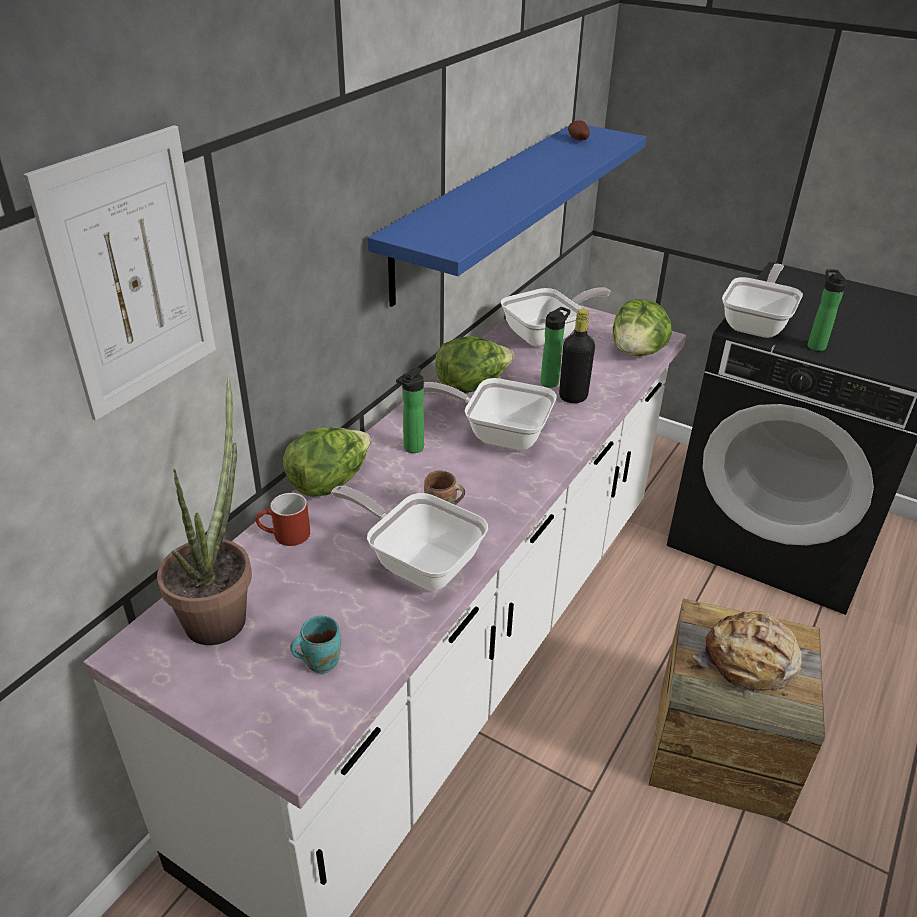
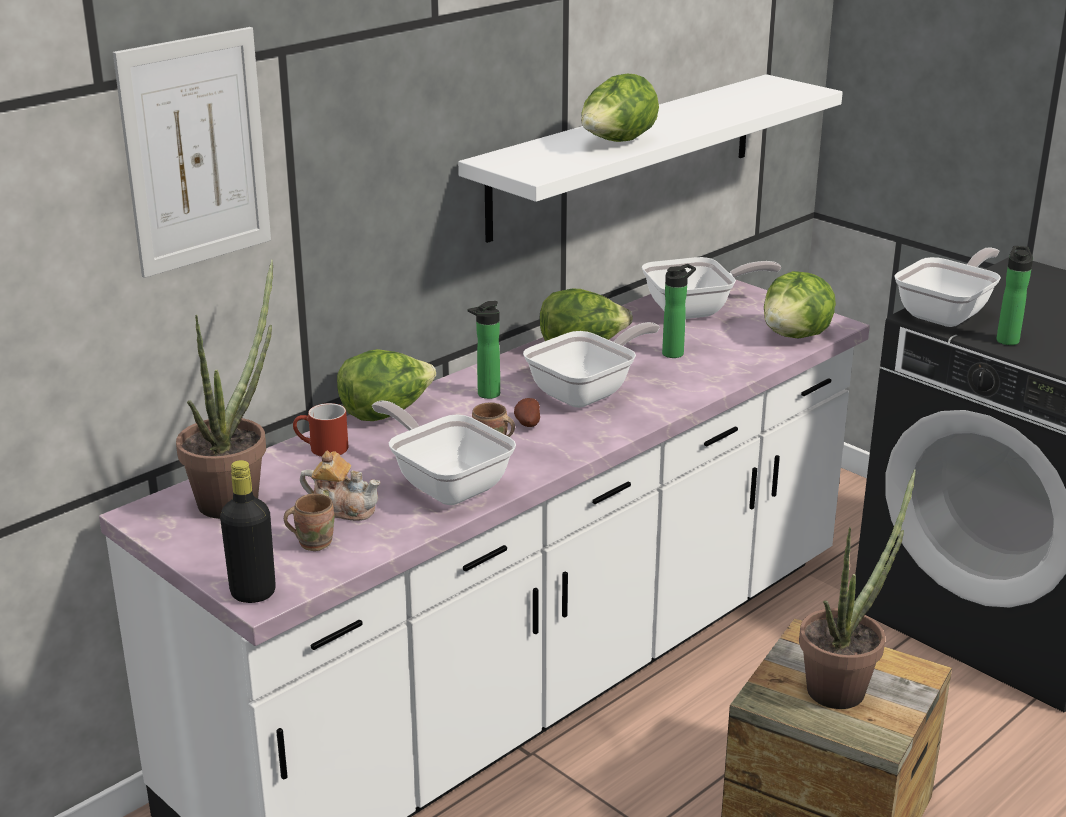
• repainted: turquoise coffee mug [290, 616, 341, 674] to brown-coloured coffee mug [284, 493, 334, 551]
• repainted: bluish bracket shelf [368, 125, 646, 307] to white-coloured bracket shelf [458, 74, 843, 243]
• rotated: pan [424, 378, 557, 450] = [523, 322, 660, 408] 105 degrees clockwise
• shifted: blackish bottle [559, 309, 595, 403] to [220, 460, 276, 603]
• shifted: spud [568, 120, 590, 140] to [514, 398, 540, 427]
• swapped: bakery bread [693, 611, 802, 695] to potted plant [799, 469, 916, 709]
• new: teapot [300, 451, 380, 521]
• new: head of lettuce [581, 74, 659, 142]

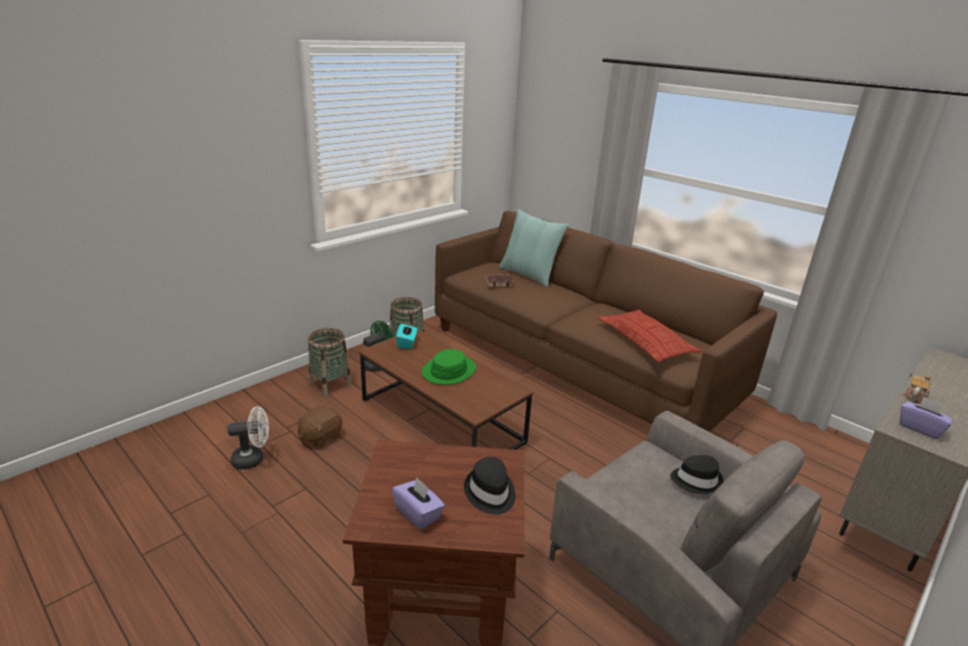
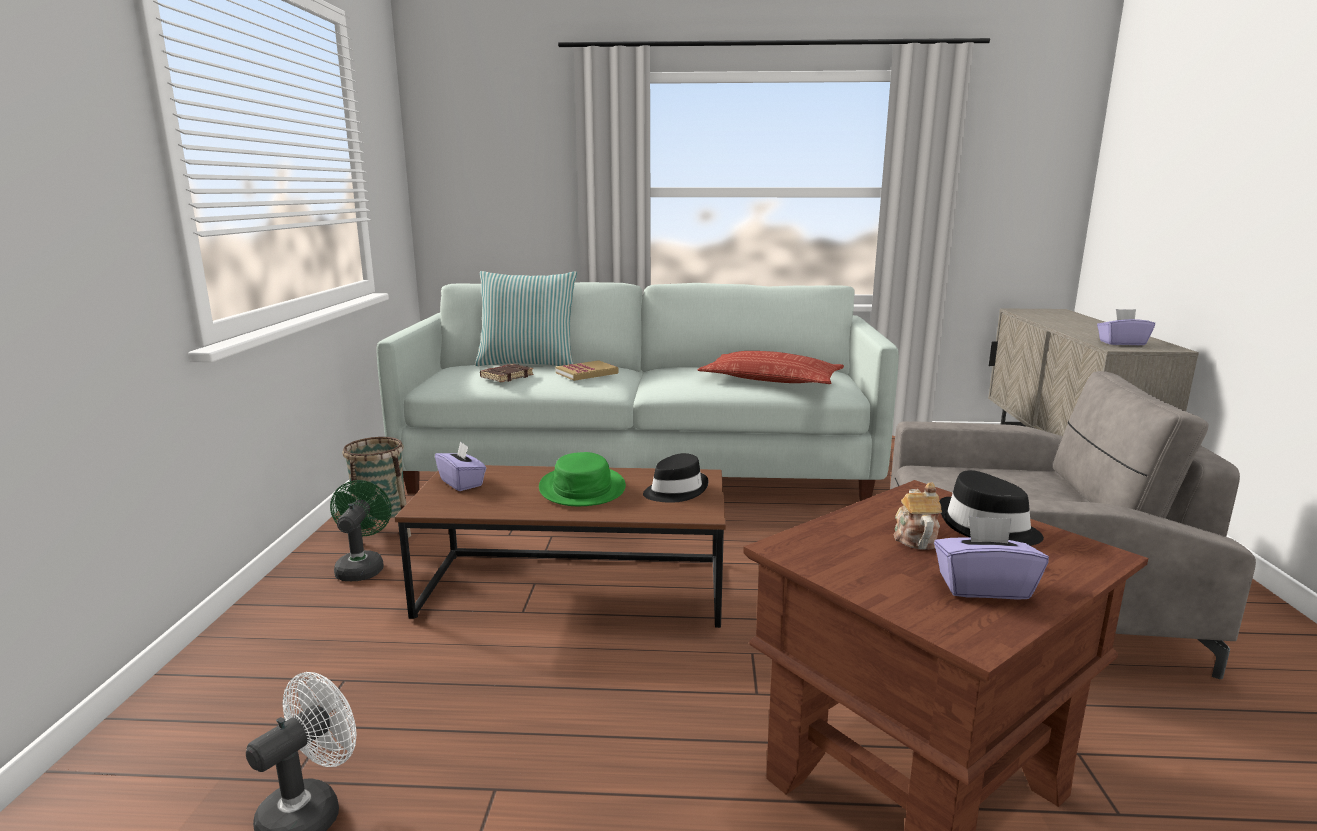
• gone: brown-coloured cuddly toy [297, 406, 343, 448]
• gone: household basket [308, 328, 352, 396]
• repainted: turquoise tissue holder [396, 324, 417, 349] to purplish tissue holder [435, 441, 486, 491]
• repainted: brown-coloured sofa [435, 211, 777, 432] to white-coloured sofa [376, 282, 899, 501]
• shifted: blackish clothing hat [670, 455, 723, 494] to [643, 453, 709, 503]
• shifted: teapot [903, 375, 931, 404] to [894, 482, 942, 550]
• new: volume [555, 360, 619, 381]

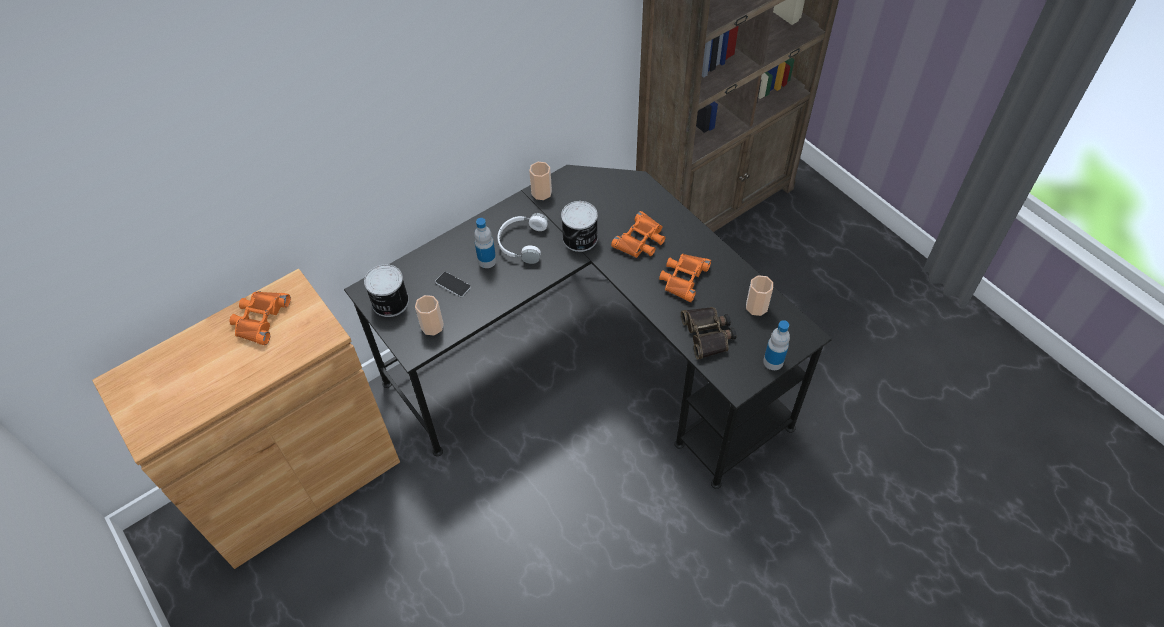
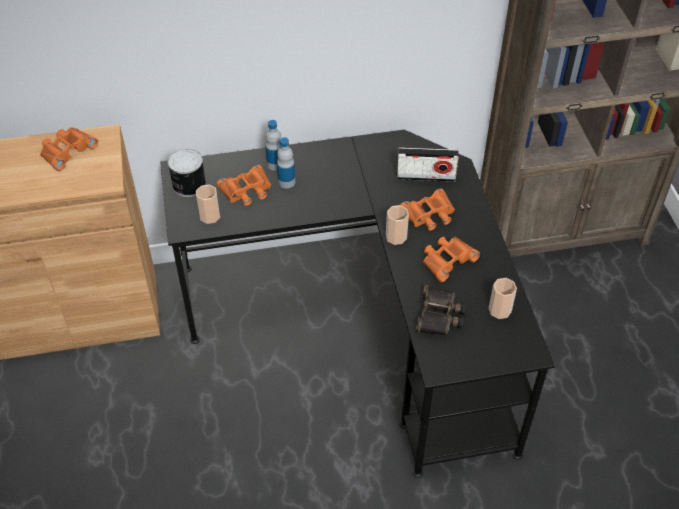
• swapped: handset [435, 272, 471, 297] to orange pair of binoculars [216, 165, 271, 206]
• gone: white-coloured headphones [497, 213, 548, 264]
• shifted: drinking cup [529, 162, 552, 200] to [386, 205, 409, 245]
• gone: can [561, 201, 598, 252]
• shifted: bottle [763, 320, 790, 370] to [265, 120, 281, 171]
• new: radio set [397, 147, 459, 182]

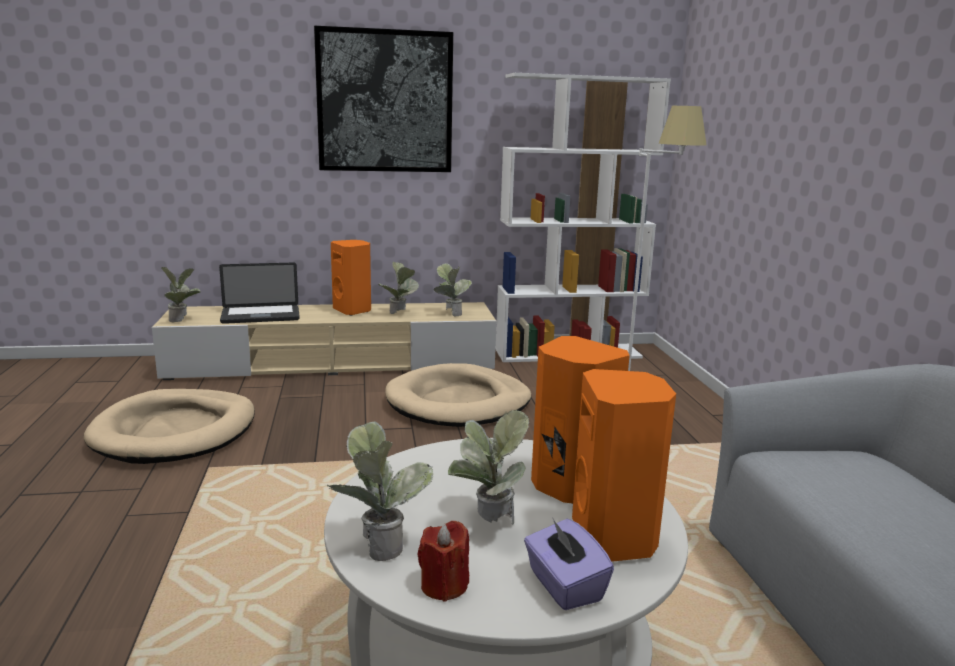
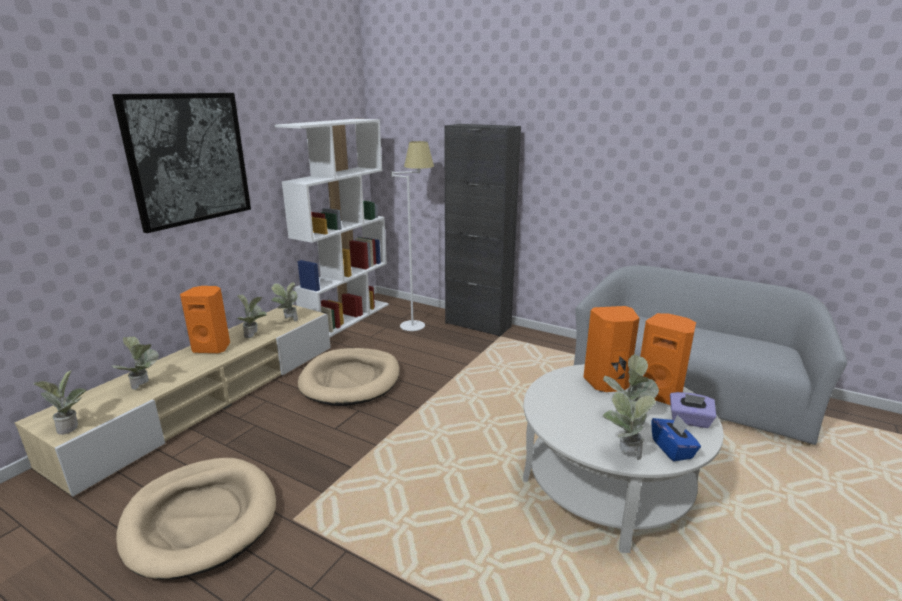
• swapped: laptop [219, 263, 300, 324] to potted plant [112, 336, 159, 390]
• swapped: reddish wax candle [418, 521, 469, 602] to bluish tissue holder [651, 414, 701, 461]
• new: blackish storage cabinet [444, 124, 521, 337]

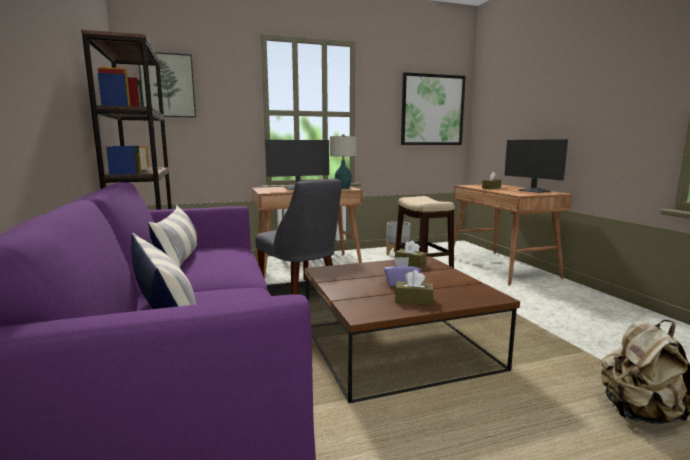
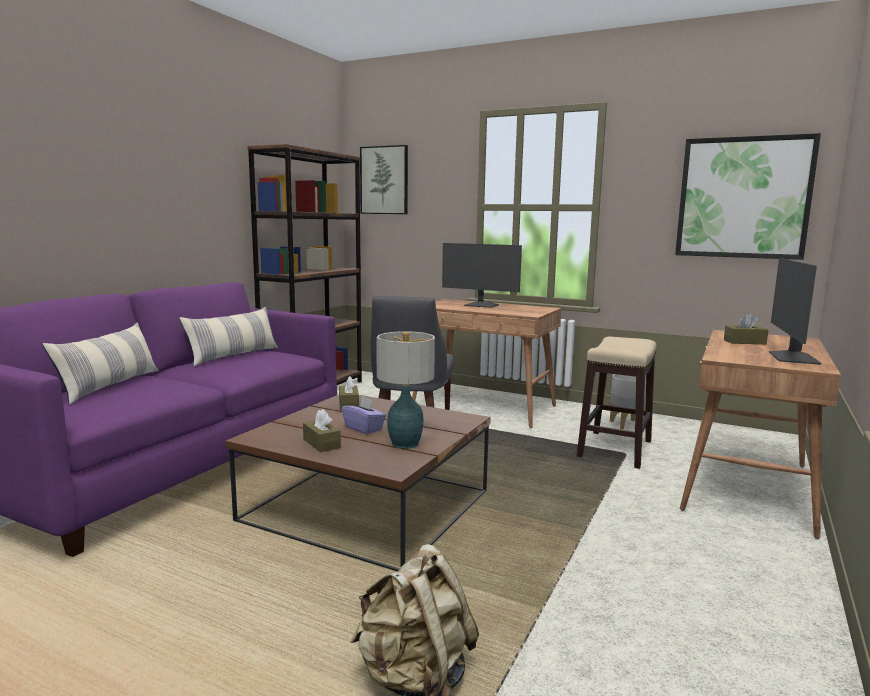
• shifted: lamp for a table [330, 134, 357, 189] to [377, 331, 435, 449]
• shifted: brown-coloured tissue holder [395, 240, 427, 268] to [339, 376, 359, 410]

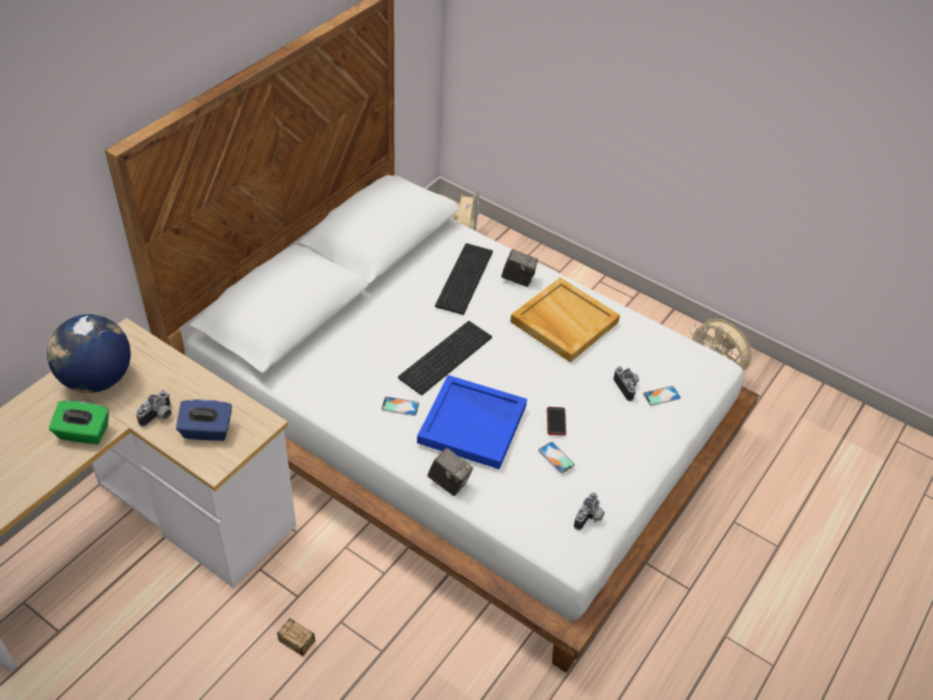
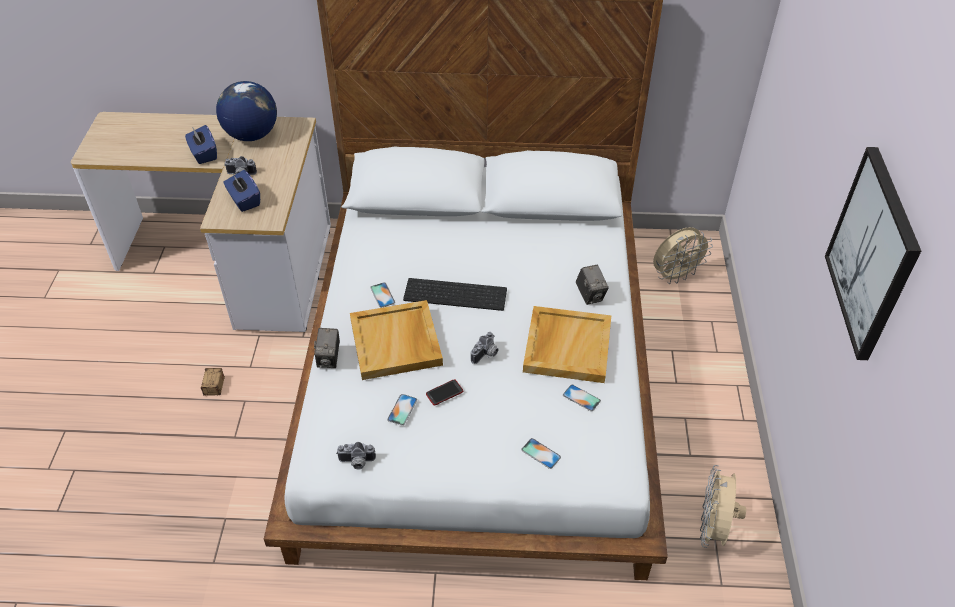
• repainted: greenish tissue holder [49, 401, 109, 444] to bluish tissue holder [185, 125, 217, 164]
• repainted: bluish tray [417, 375, 527, 470] to beige-coloured tray [350, 300, 443, 380]
• gone: keyboard [435, 243, 493, 315]
• shifted: still camera [614, 366, 639, 401] to [471, 332, 498, 364]
• new: handset [563, 385, 601, 411]
• new: wall art [825, 147, 921, 360]

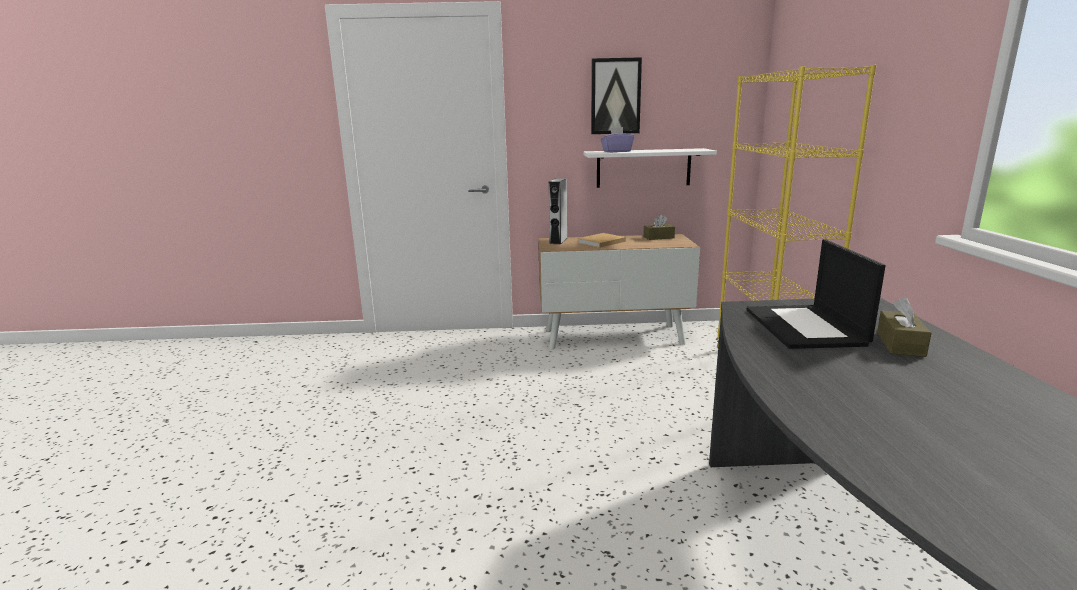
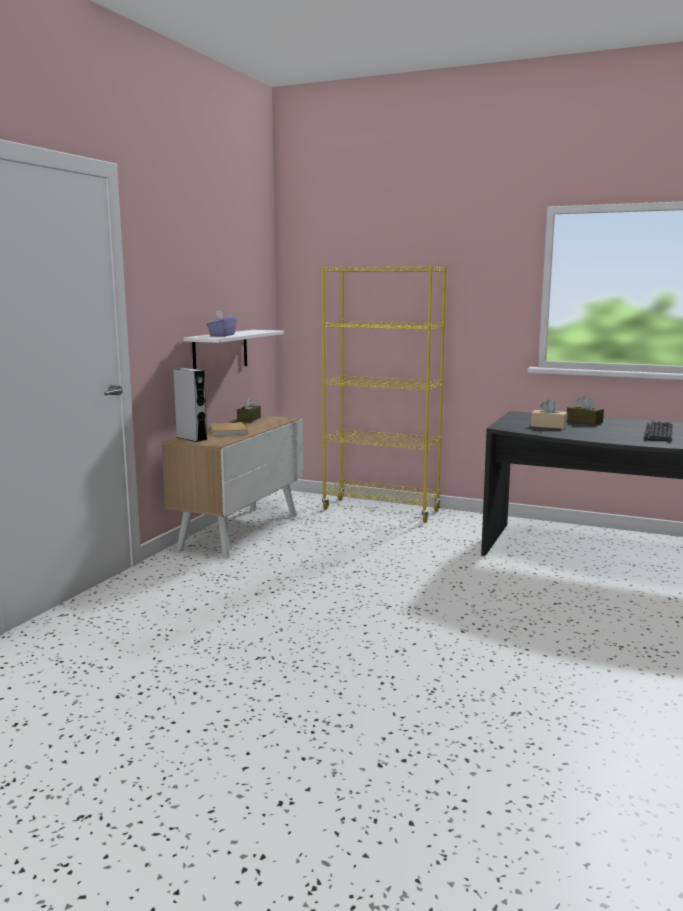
• gone: wall art [591, 57, 642, 134]
• swapped: laptop [747, 239, 886, 349] to beige-coloured tissue holder [531, 399, 567, 429]
• new: keyboard [643, 421, 673, 441]

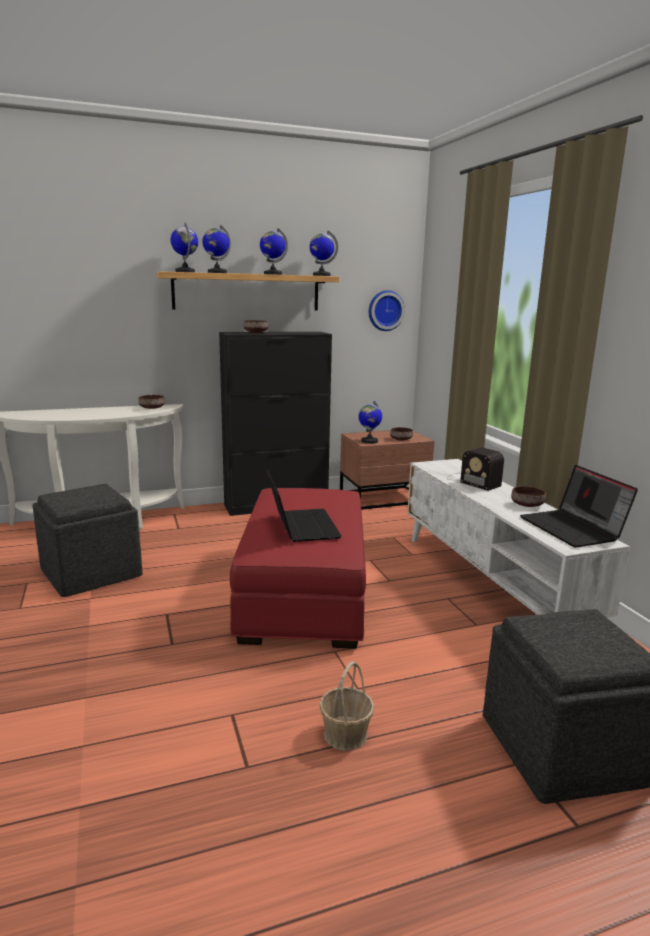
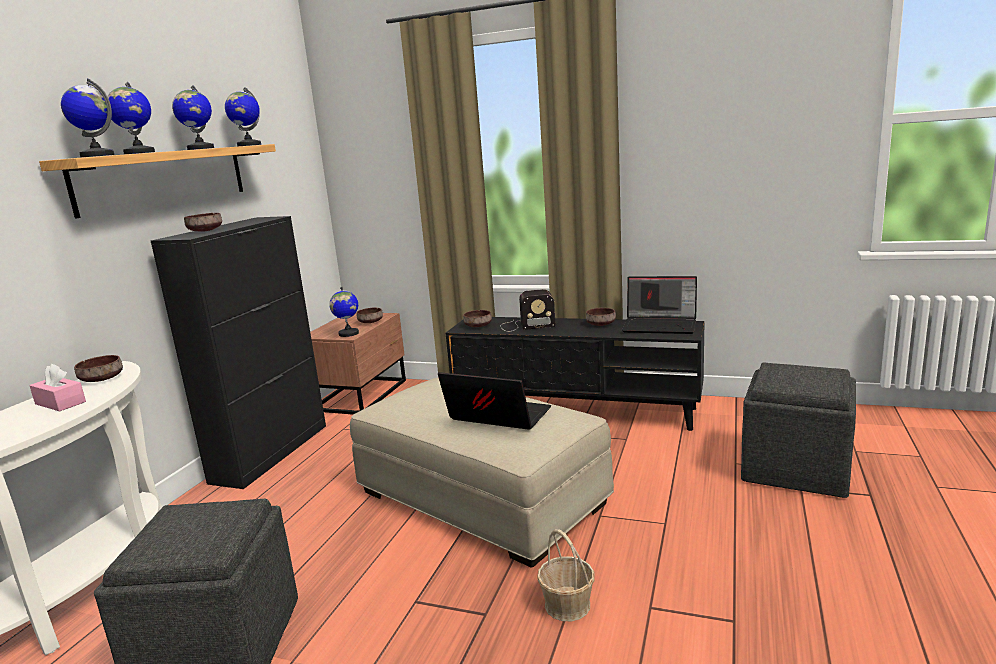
• repainted: reddish pouffe [230, 488, 366, 649] to beige-coloured pouffe [350, 378, 614, 568]
• shifted: household basket [319, 661, 374, 751] to [537, 529, 595, 621]
• gone: wall clock [369, 290, 405, 331]
• repainted: white-coloured media console [407, 459, 630, 618] to blackish media console [445, 317, 705, 431]
• new: pinkish tissue holder [29, 364, 86, 411]
• new: brown-coloured serving bowl [463, 310, 492, 327]

